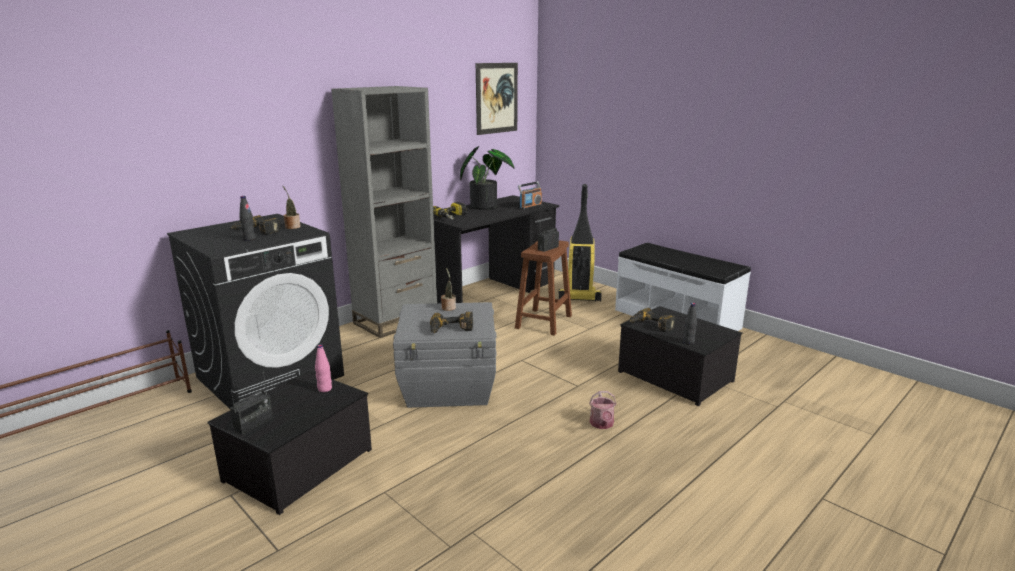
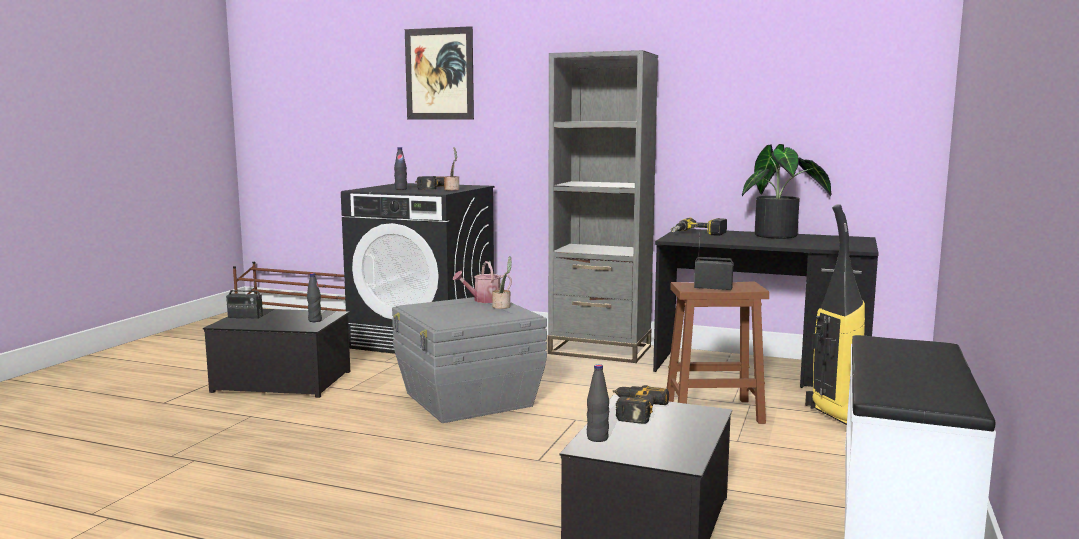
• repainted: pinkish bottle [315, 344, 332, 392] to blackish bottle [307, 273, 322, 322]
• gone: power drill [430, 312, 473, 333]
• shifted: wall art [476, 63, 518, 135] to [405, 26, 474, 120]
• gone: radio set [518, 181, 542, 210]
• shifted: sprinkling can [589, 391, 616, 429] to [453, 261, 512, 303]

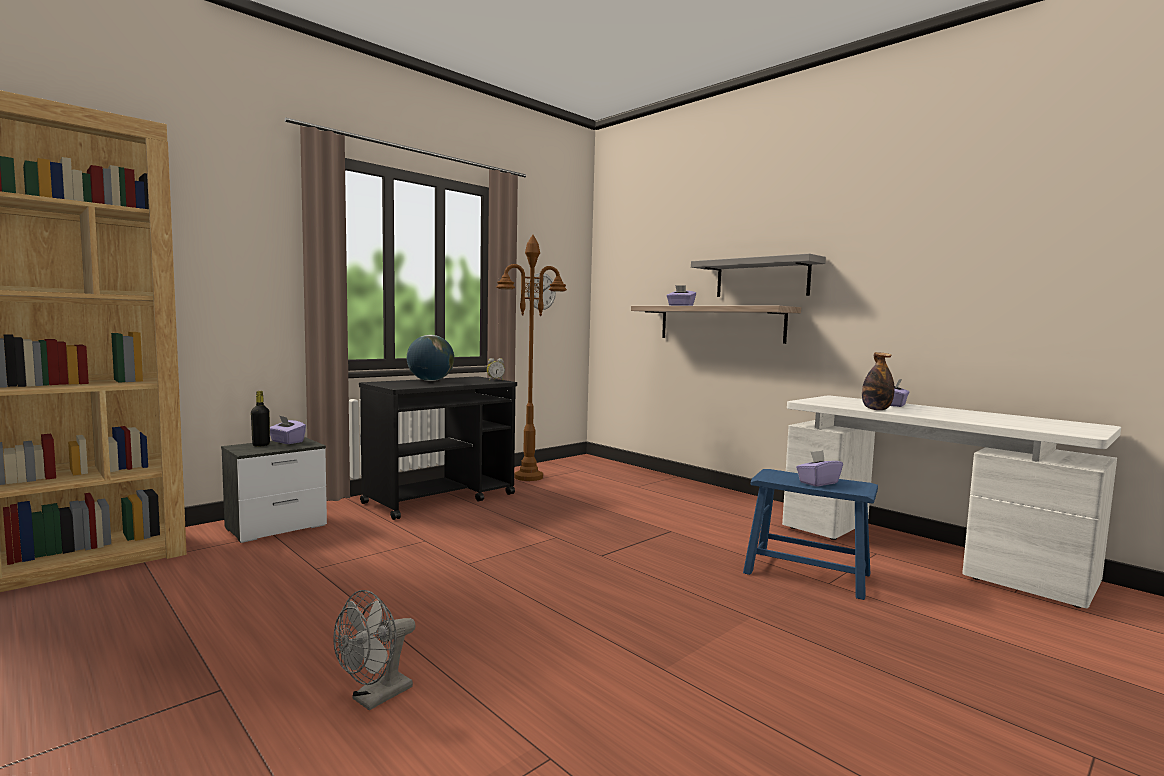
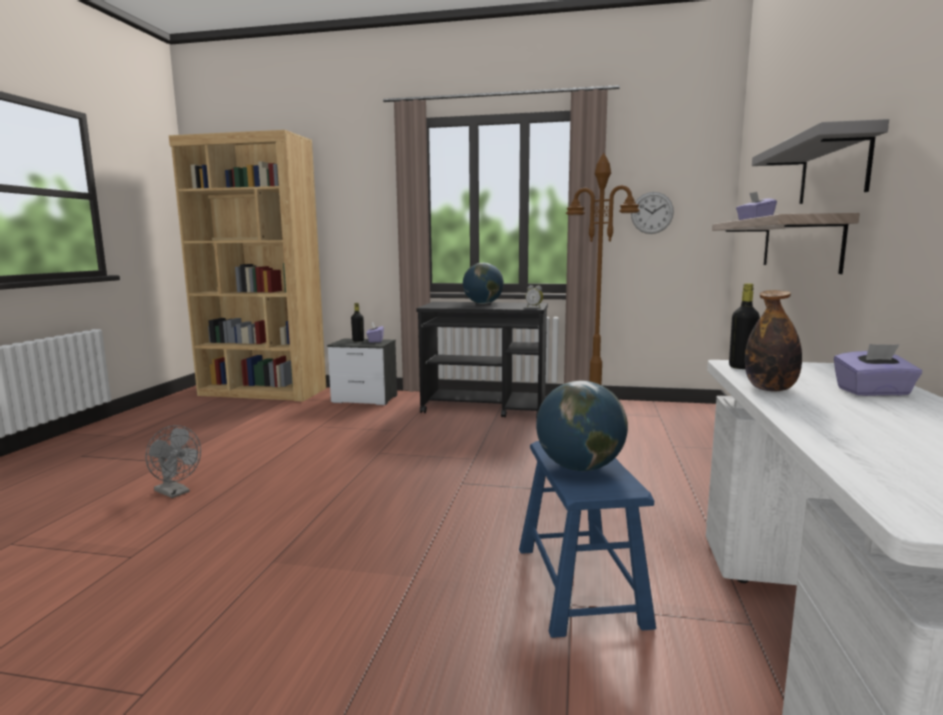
• rotated: gray fan [333, 590, 415, 711] = [145, 425, 201, 498] 150 degrees counterclockwise
• swapped: purplish tissue holder [796, 450, 843, 487] to world globe [536, 381, 628, 471]
• new: blackish bottle [729, 283, 760, 369]

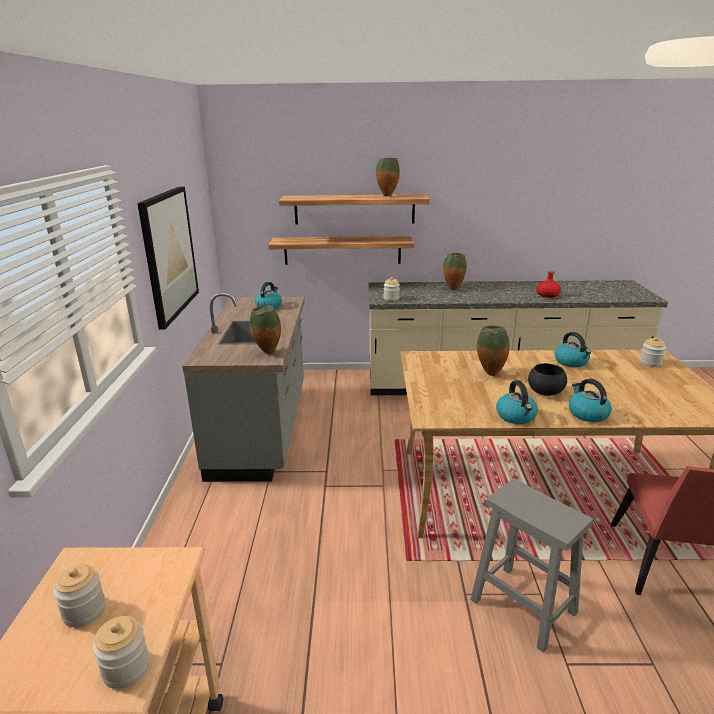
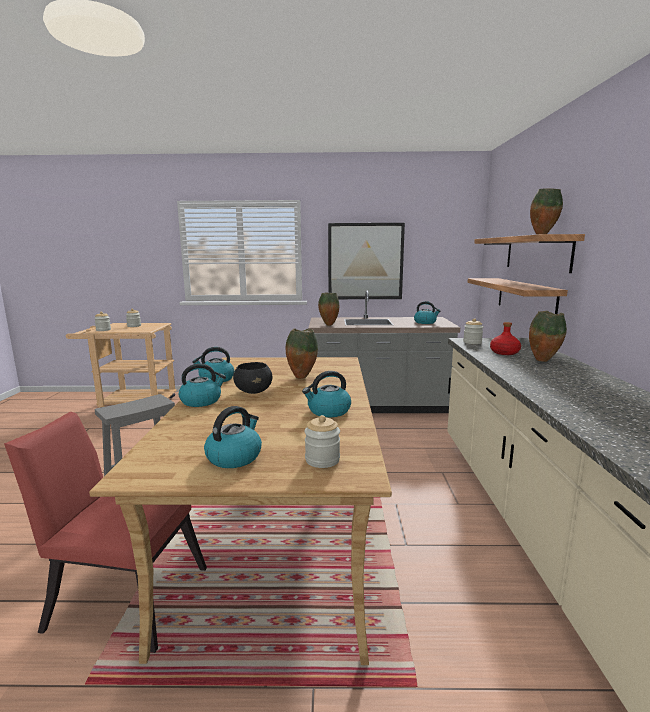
• shifted: reddish bottle [537, 271, 561, 298] to [490, 322, 521, 355]
• new: water kettle [204, 406, 262, 468]

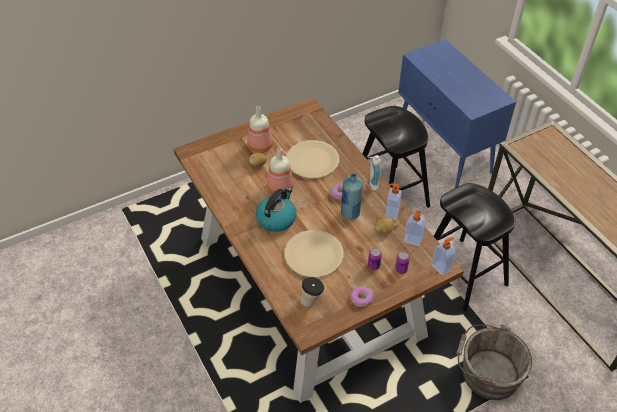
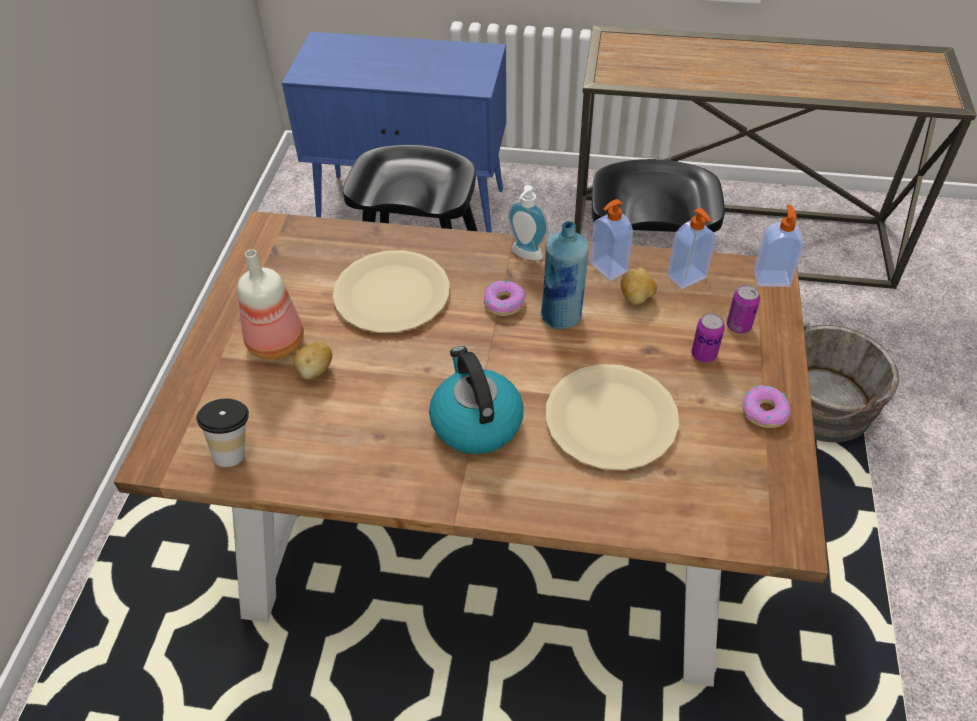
• gone: bottle [267, 148, 294, 195]
• shifted: drinking cup [301, 277, 324, 307] to [196, 399, 249, 467]

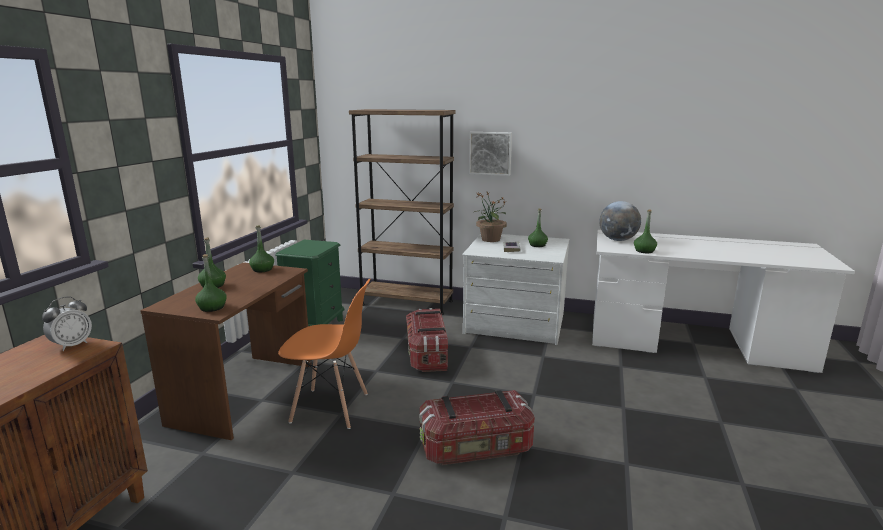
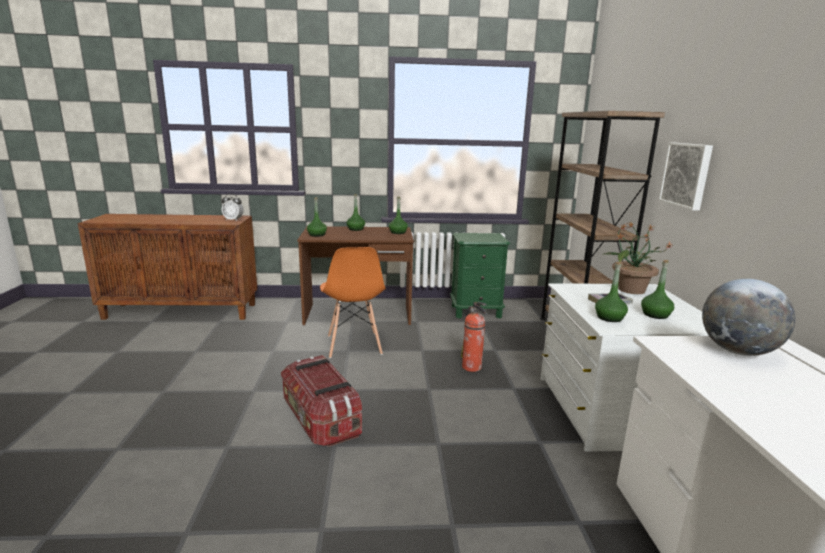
• swapped: storage box [406, 308, 448, 372] to fire extinguisher [461, 302, 487, 372]
• shifted: greenish bottle [634, 210, 657, 253] to [595, 262, 628, 322]

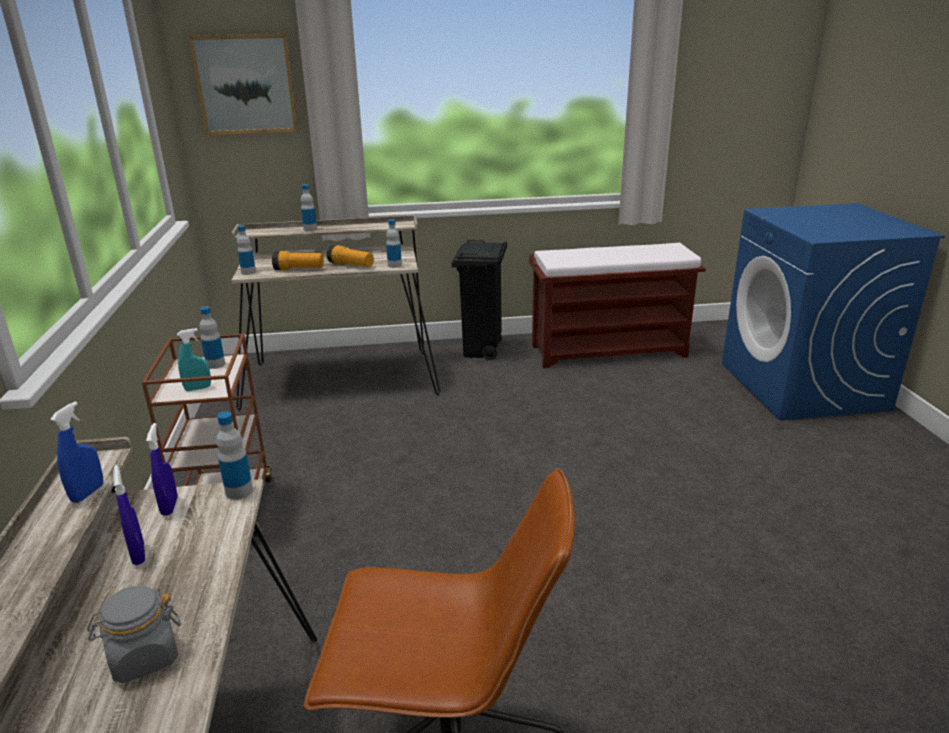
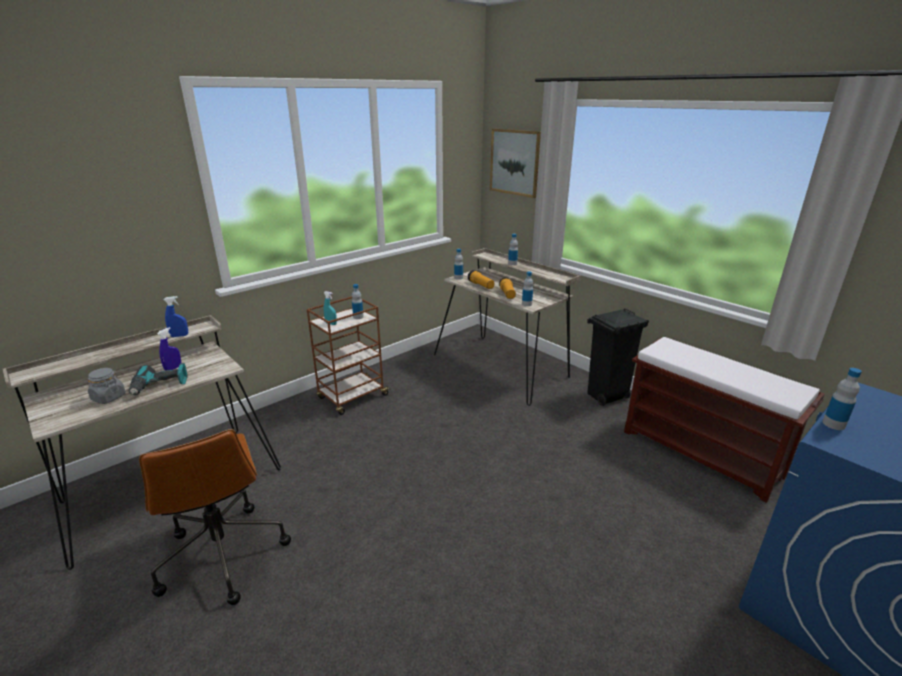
• gone: bluish sprayer [146, 423, 178, 516]
• shifted: bottle [216, 412, 253, 500] to [823, 368, 862, 430]
• new: power drill [129, 363, 188, 395]

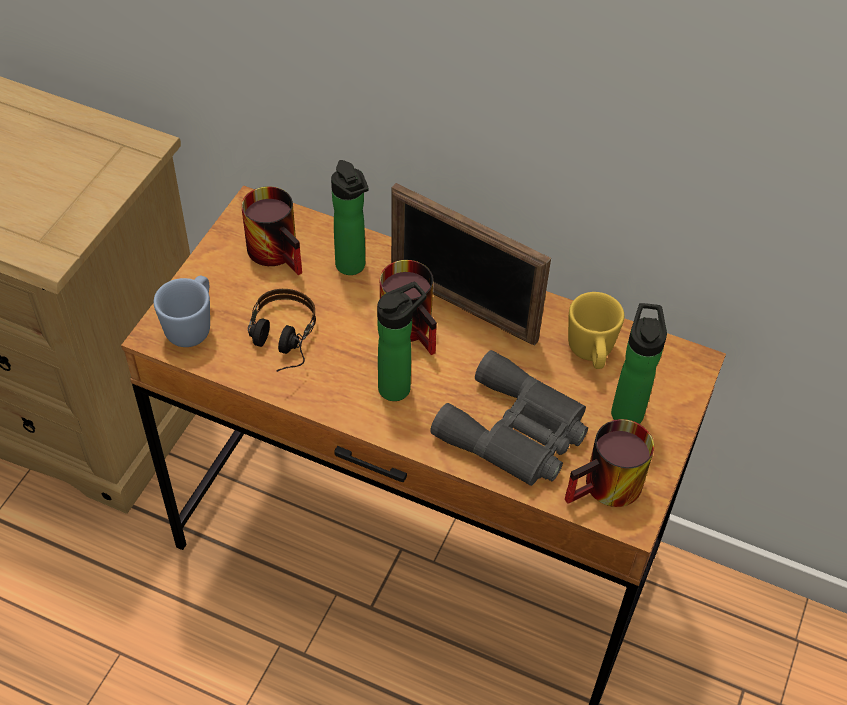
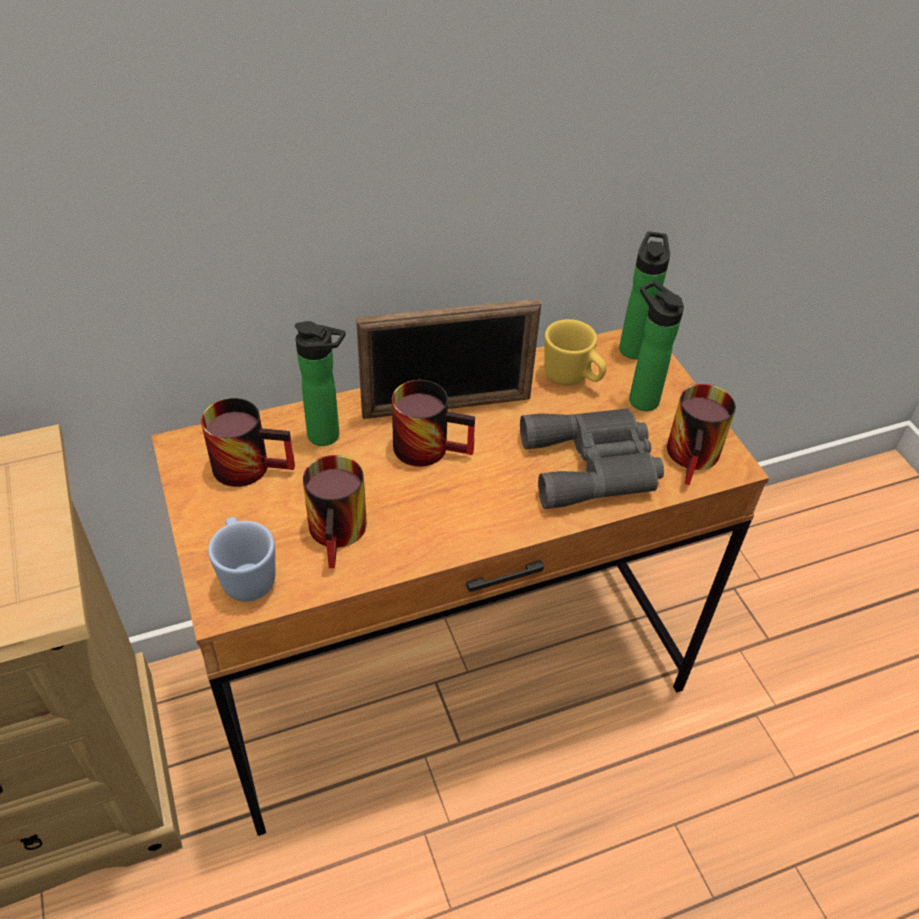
• swapped: headphones [247, 289, 316, 372] to coffee mug [303, 455, 367, 568]
• shifted: bottle [377, 282, 427, 401] to [619, 231, 670, 359]

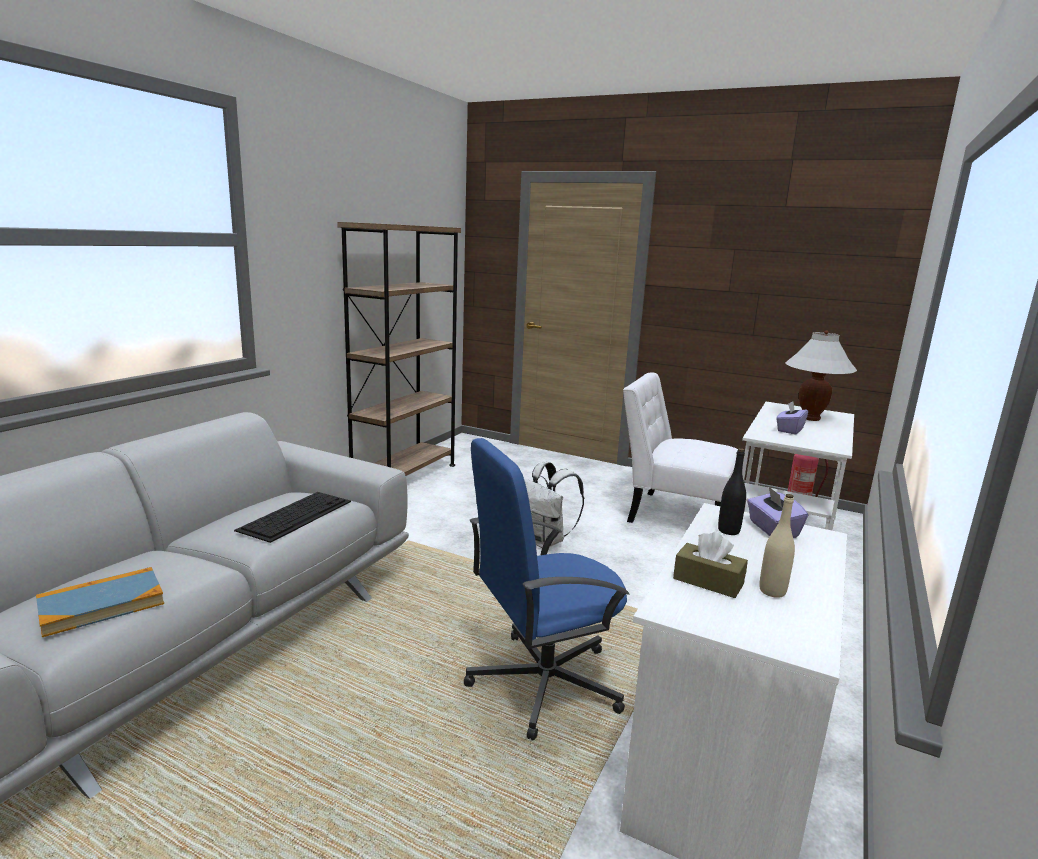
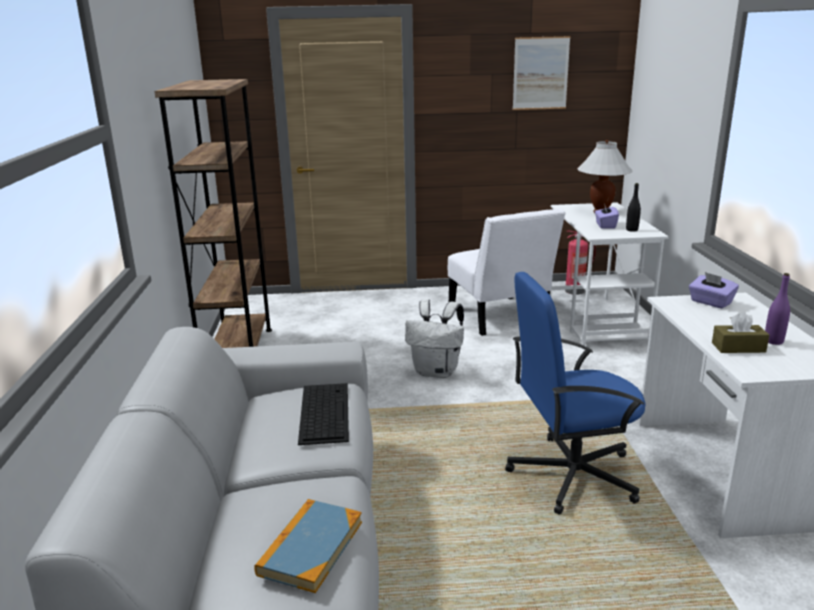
• rotated: bluish office chair [464, 438, 630, 741] = [505, 272, 646, 515] 45 degrees clockwise
• rotated: white-coloured plain chair [623, 373, 738, 523] = [448, 209, 565, 336] 105 degrees counterclockwise
• shifted: blackish bottle [718, 448, 746, 535] to [626, 183, 641, 232]
• repainted: beige-coloured bottle [759, 494, 795, 598] to purplish bottle [765, 273, 790, 345]
• new: wall art [513, 36, 570, 110]

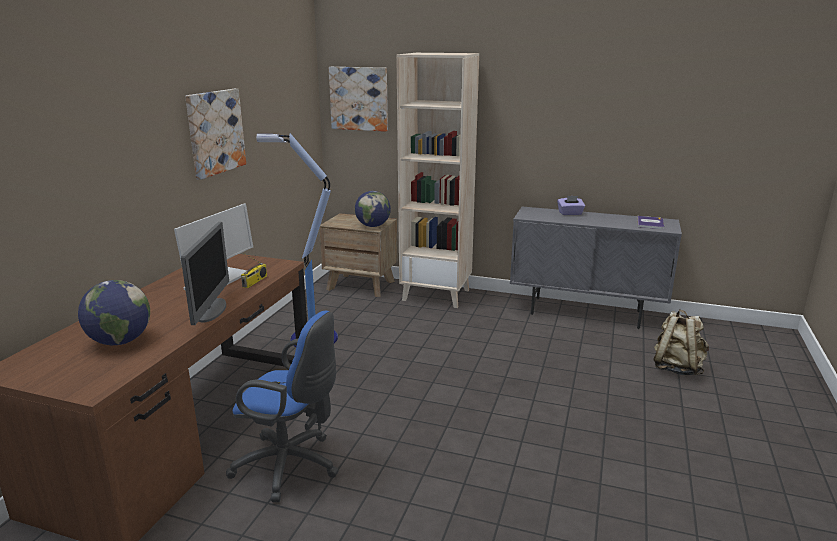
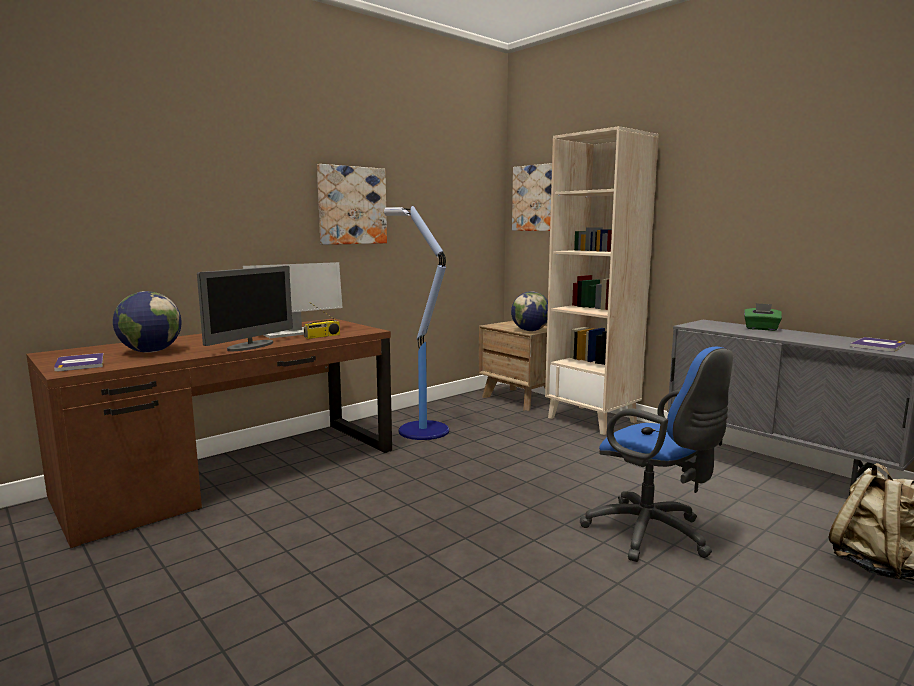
• shifted: bluish office chair [226, 311, 339, 502] to [580, 347, 733, 562]
• repainted: purplish tissue holder [557, 196, 585, 215] to greenish tissue holder [744, 303, 782, 331]
• new: volume [54, 353, 104, 371]

